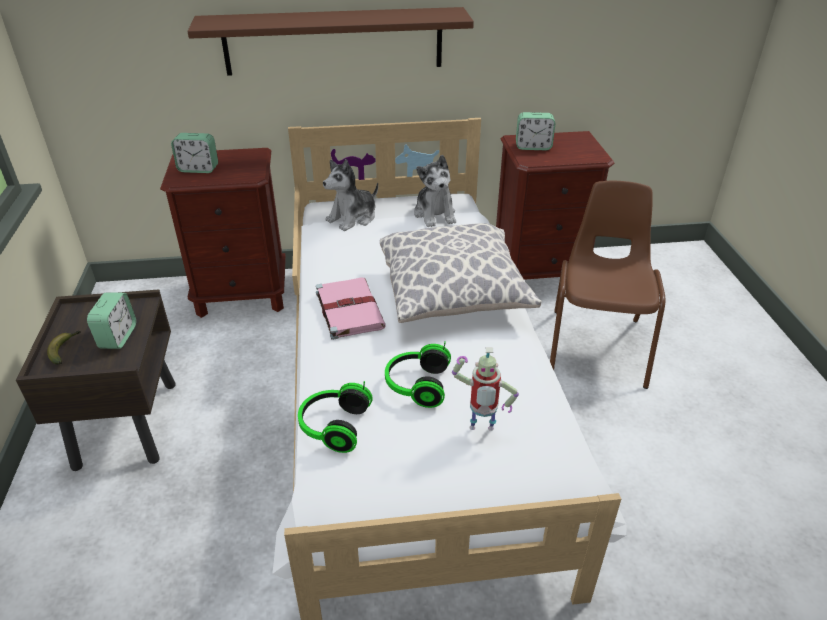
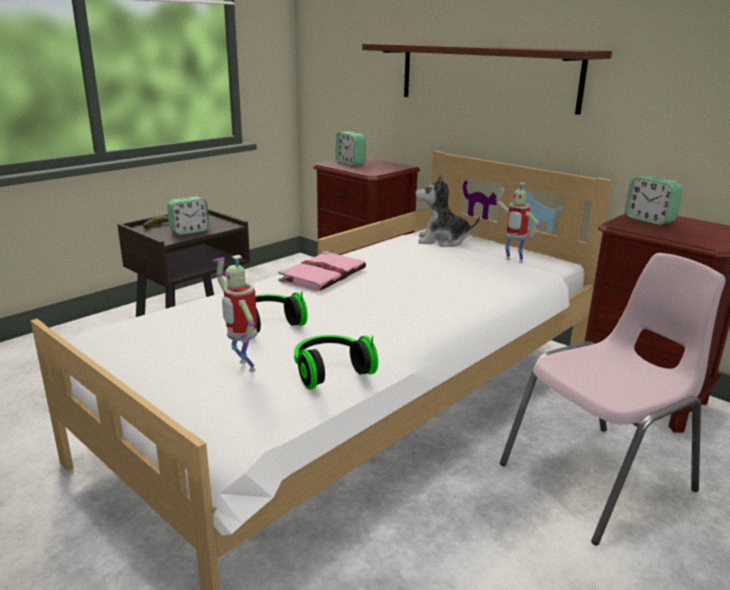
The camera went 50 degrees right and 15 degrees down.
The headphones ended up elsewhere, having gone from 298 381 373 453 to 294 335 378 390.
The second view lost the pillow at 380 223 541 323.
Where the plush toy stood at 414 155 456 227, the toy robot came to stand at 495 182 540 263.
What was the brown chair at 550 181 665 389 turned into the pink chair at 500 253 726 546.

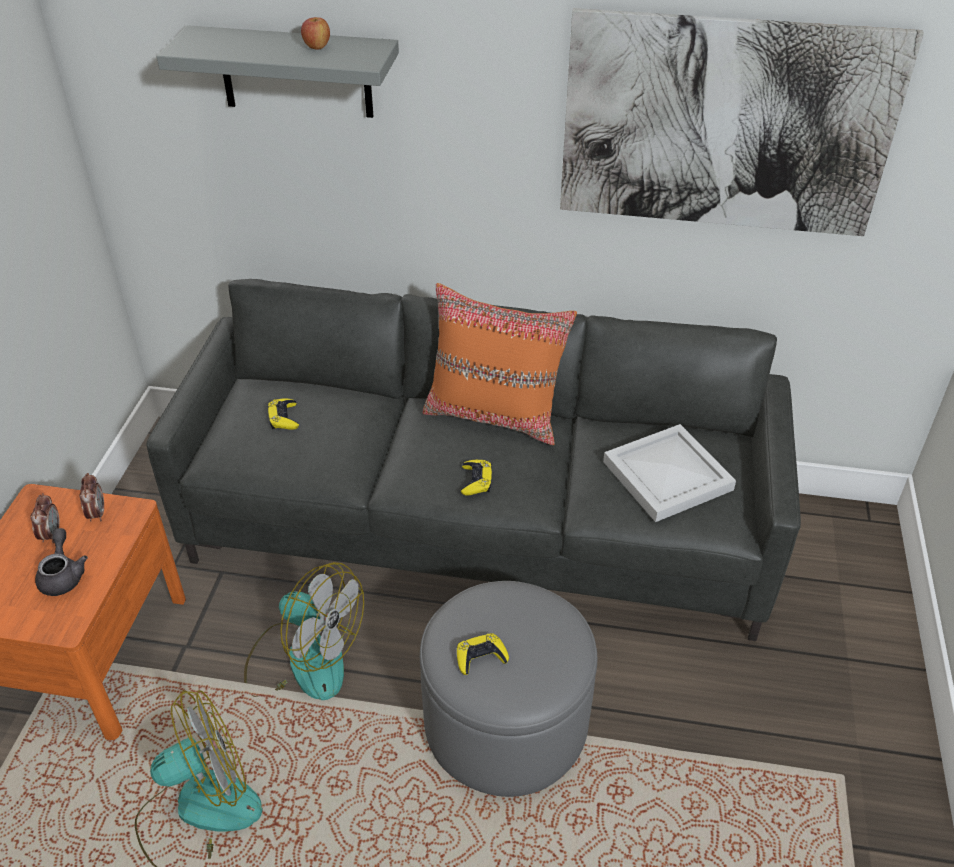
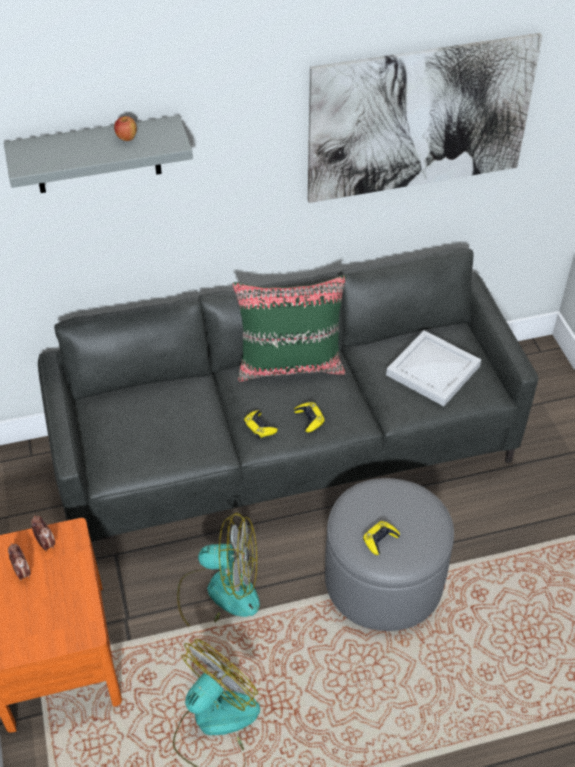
The camera went 25 degrees left and 5 degrees up.
The second view lost the grey teapot at 35 528 88 596.
The yellow game controller ended up elsewhere, having gone from 268 398 299 430 to 244 411 278 439.
What was the orange pillow at 423 283 577 445 turned into the green pillow at 233 275 346 382.

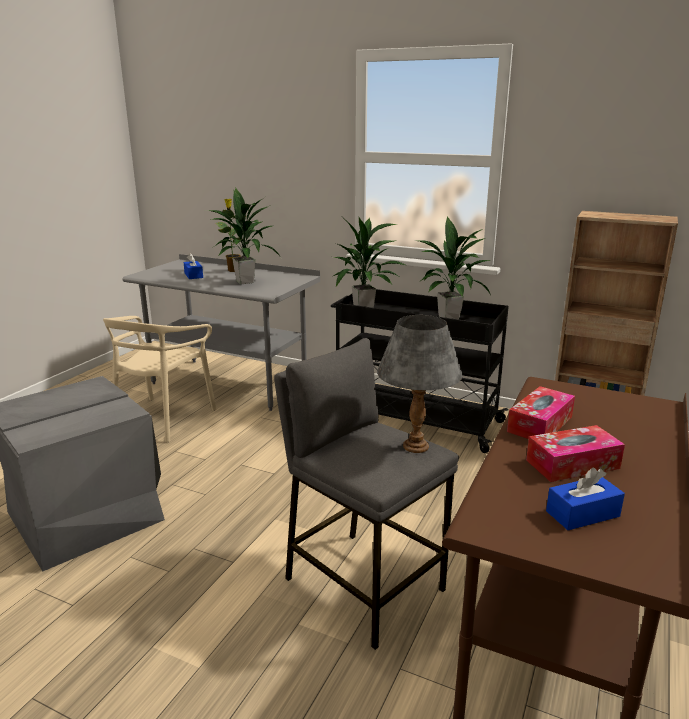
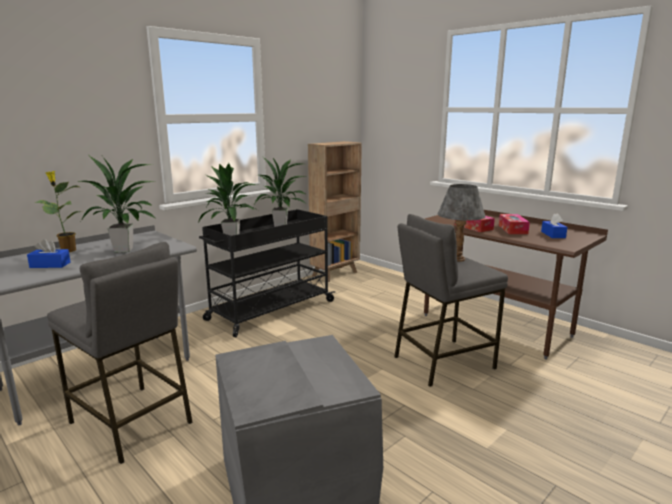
The camera went 70 degrees left and 5 degrees down.
Where the beige chair stood at 103 316 216 442, the grey stool came to stand at 47 242 193 464.

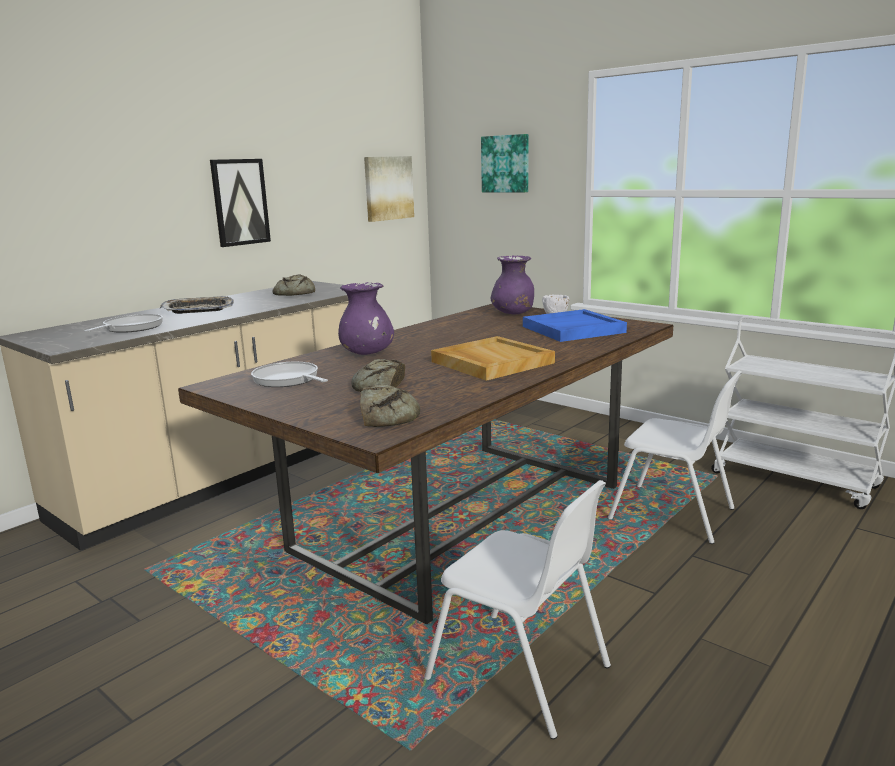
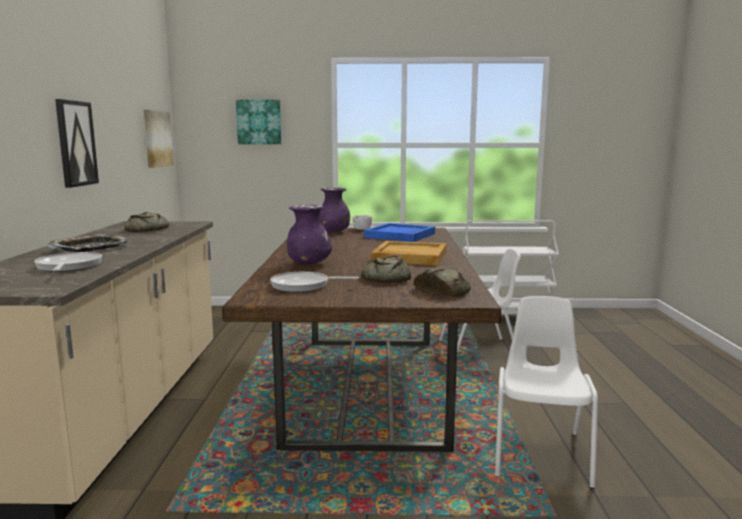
The camera went 40 degrees left and 5 degrees down.
The white chair at 424 480 611 739 ended up facing another way, 75 degrees counterclockwise from before.

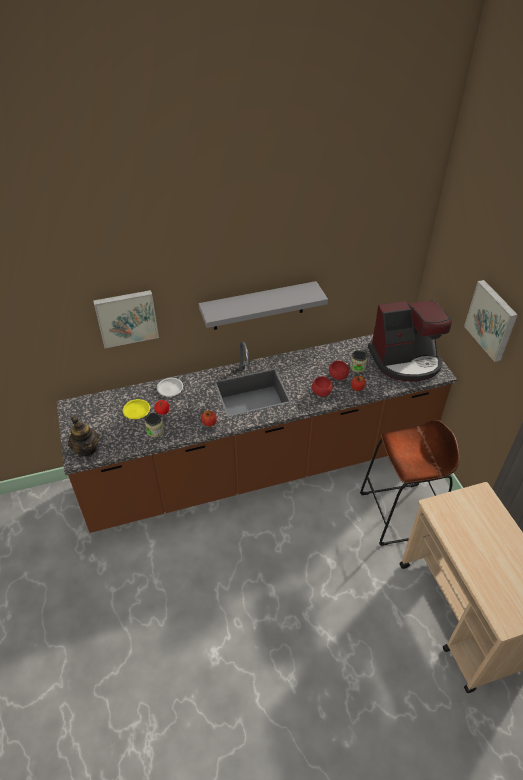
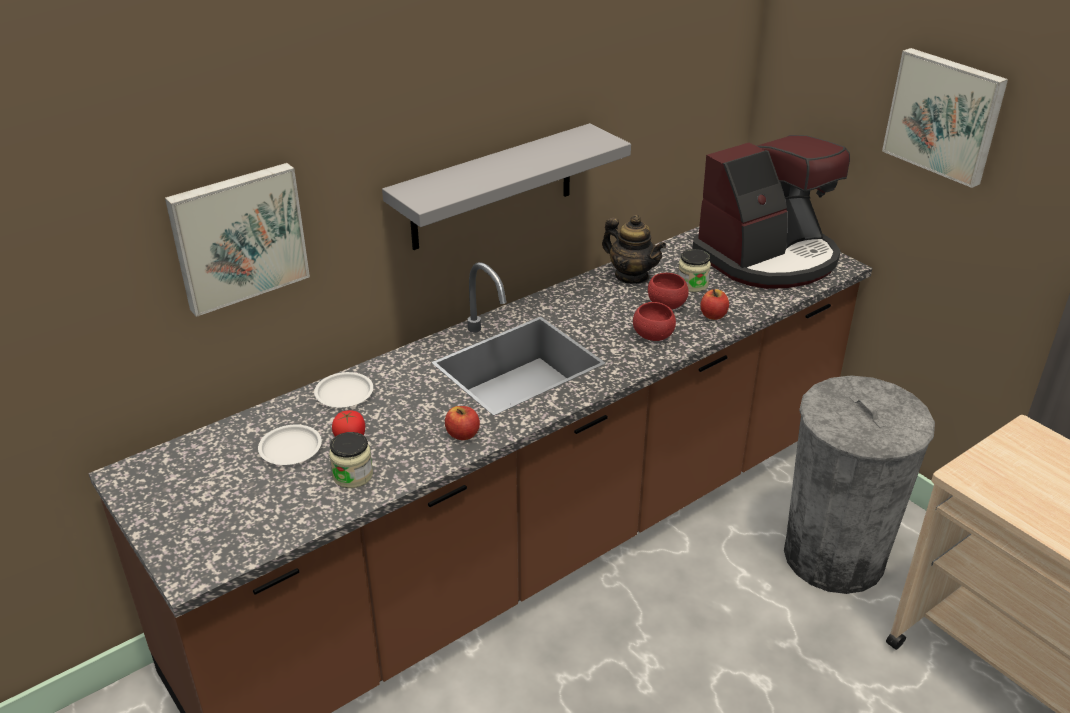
The camera went 20 degrees left and 10 degrees down.
The teapot ended up elsewhere, having gone from 68 416 99 456 to 602 215 666 284.
What was the yellow plate at 123 399 150 419 turned into the white plate at 258 424 322 465.
Where the brown stool stood at 360 420 460 546, the grey trash can came to stand at 784 376 935 594.

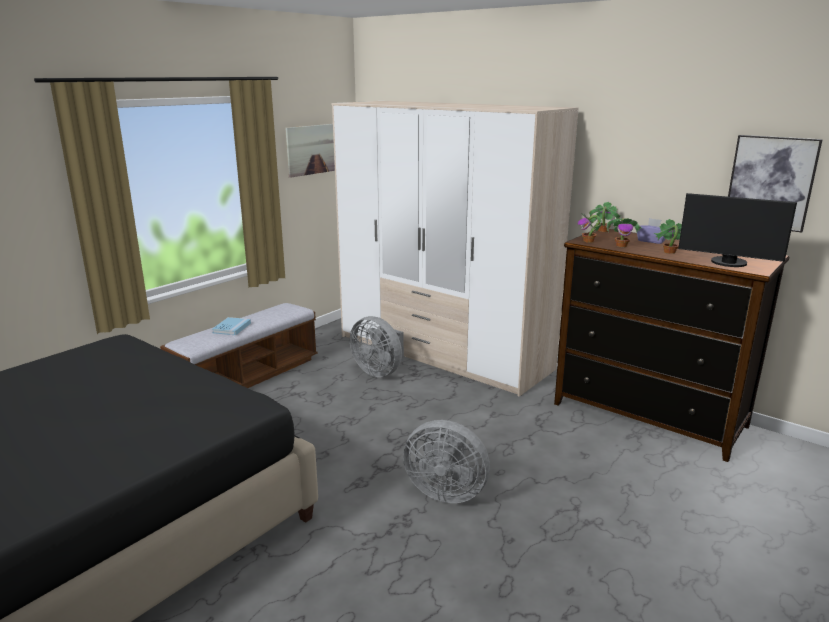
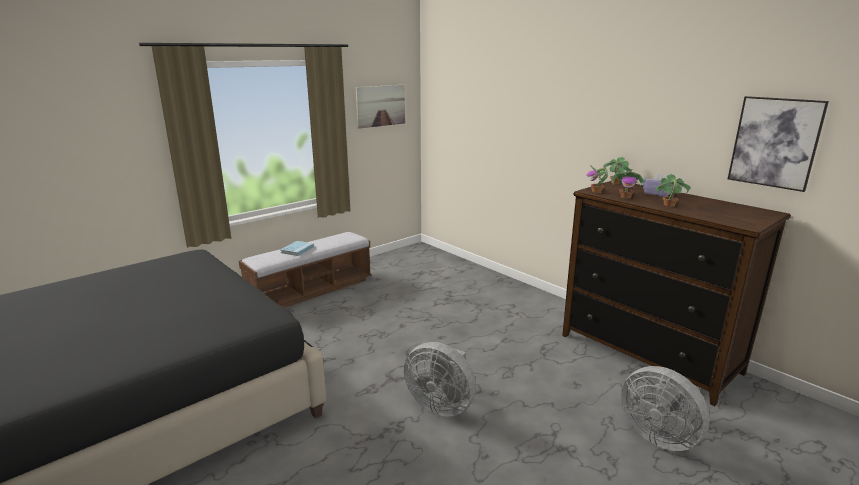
The camera went 10 degrees right and 0 degrees up.
The second view lost the wardrobe at 332 101 579 397.
The grey fan ended up elsewhere, having gone from 350 316 404 377 to 621 366 710 451.
The second view lost the monitor at 678 193 797 267.

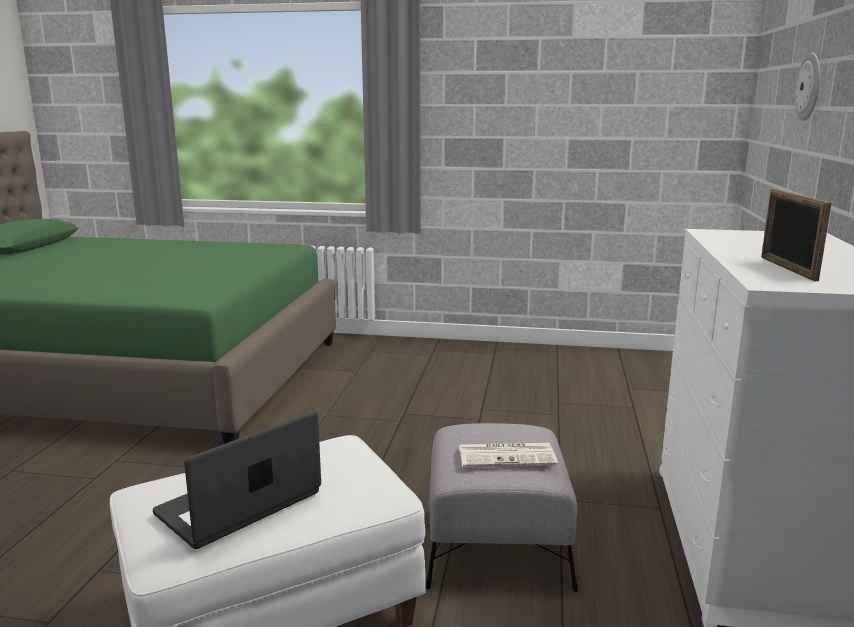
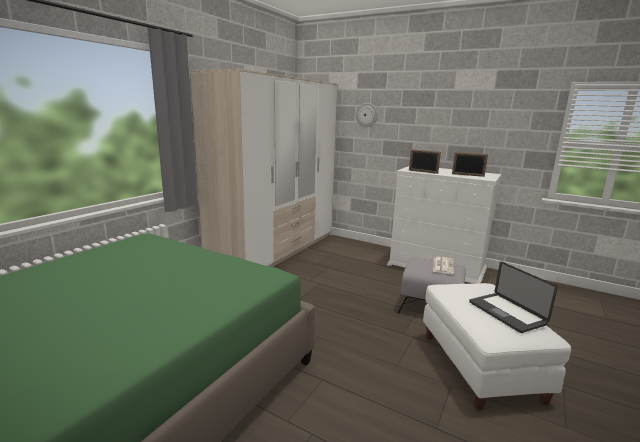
The camera went 70 degrees left and 0 degrees up.
The second view gained the wardrobe at 190 69 338 267.
The second view gained the picture frame at 409 149 441 174.

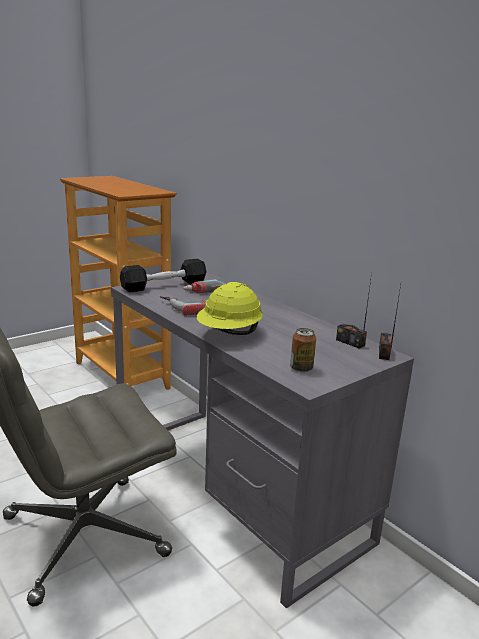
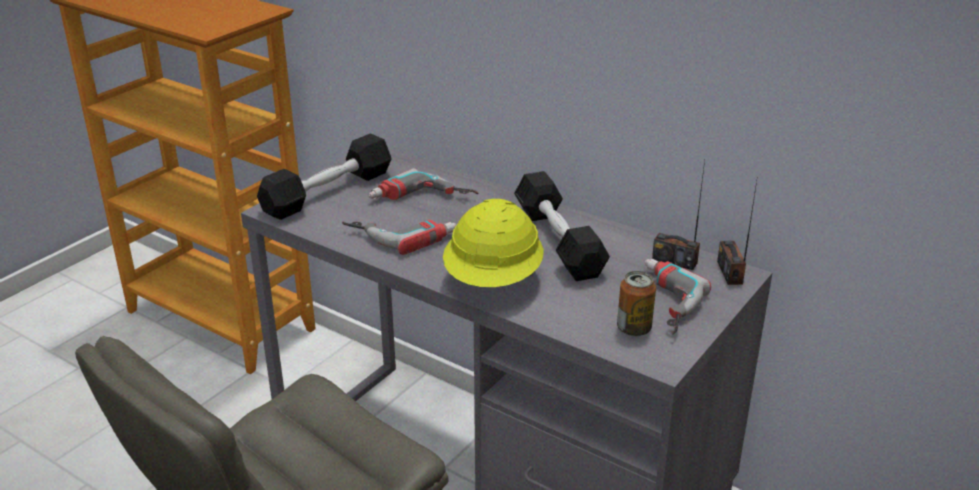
The camera went 15 degrees left and 10 degrees up.
The second view gained the black dumbbell at 514 171 610 281.
The second view gained the power drill at 644 259 711 335.

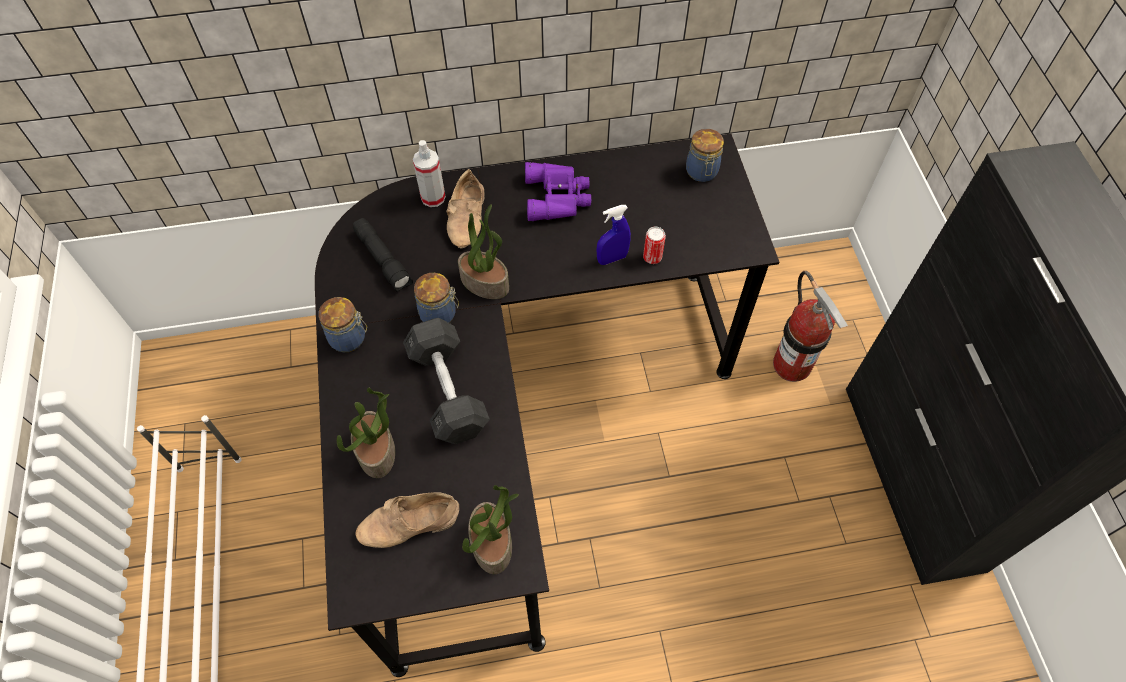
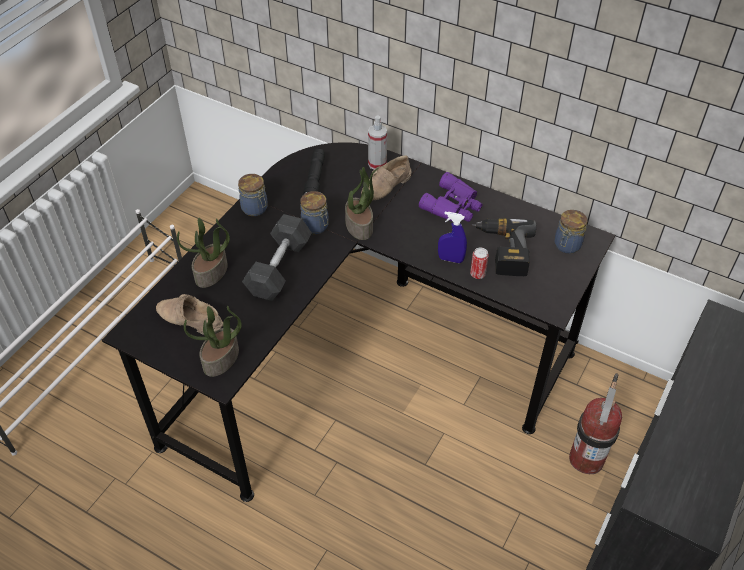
The camera went 40 degrees right and 10 degrees down.
The second view gained the power drill at 471 218 536 276.

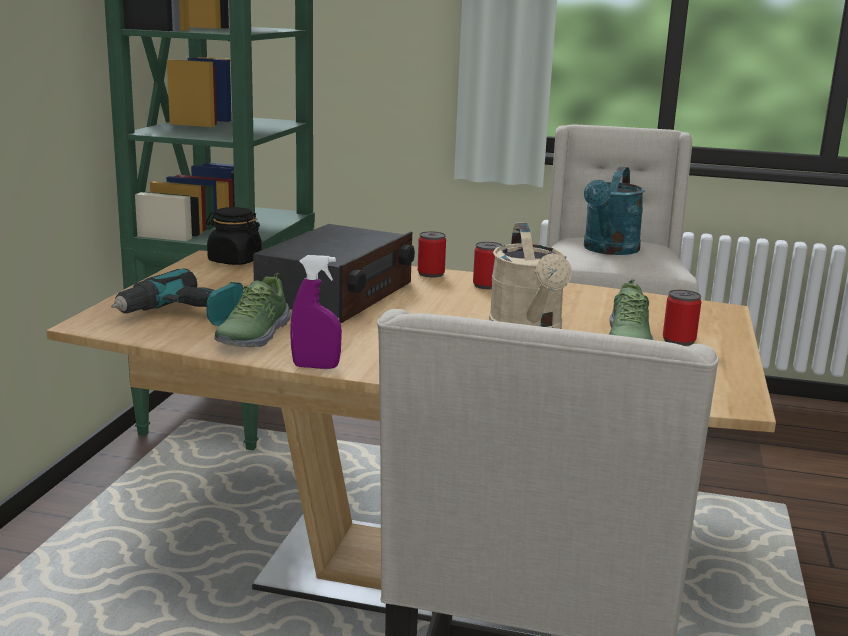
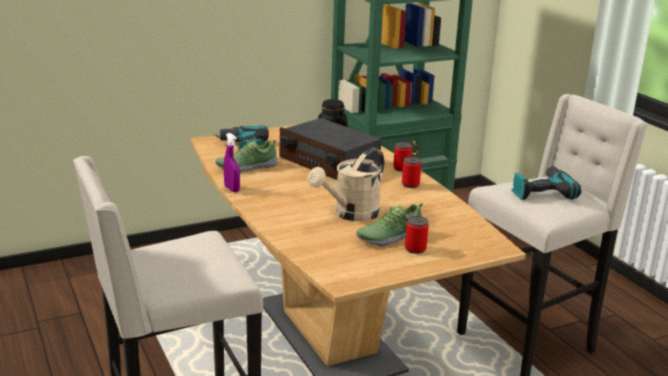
The camera went 50 degrees right and 5 degrees up.
The radio at 253 224 415 323 ended up facing another way, 60 degrees clockwise from before.
Where the turquoise watering can stood at 584 166 645 255, the power drill came to stand at 511 166 581 200.

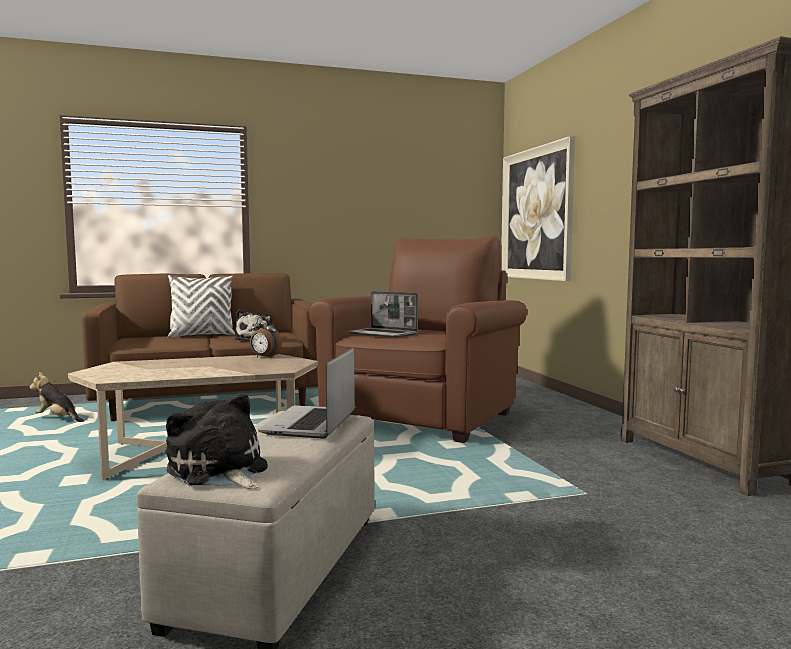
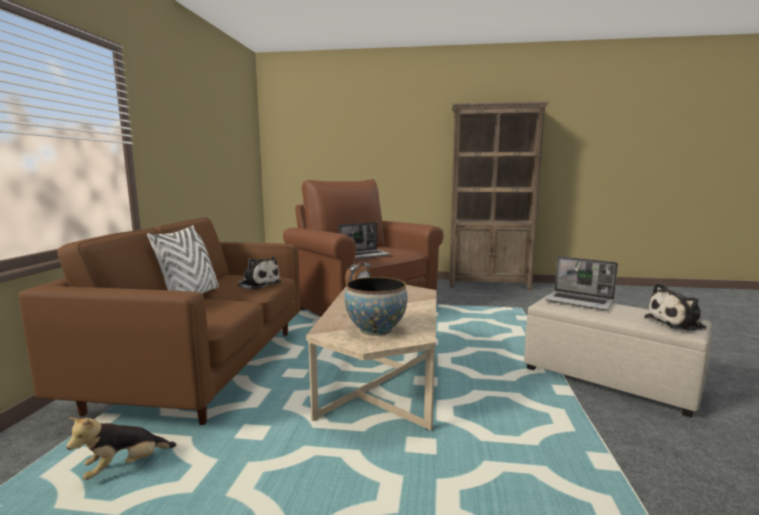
The camera went 65 degrees left and 5 degrees up.
The second view lost the picture at 501 136 575 281.
The second view gained the bowl at 345 277 407 336.

